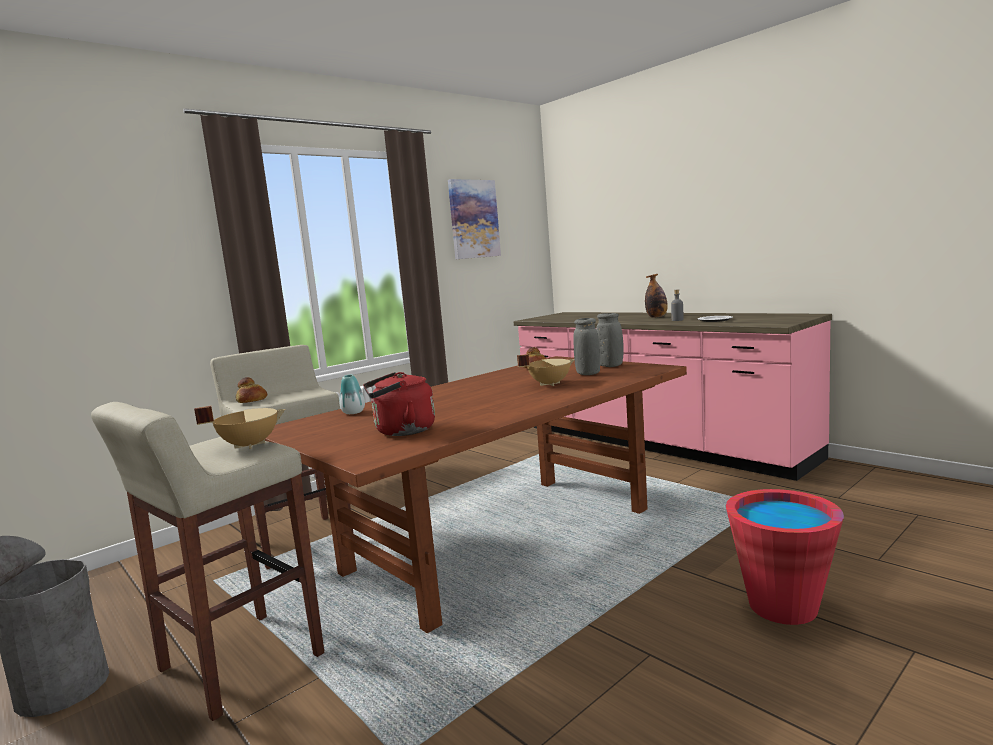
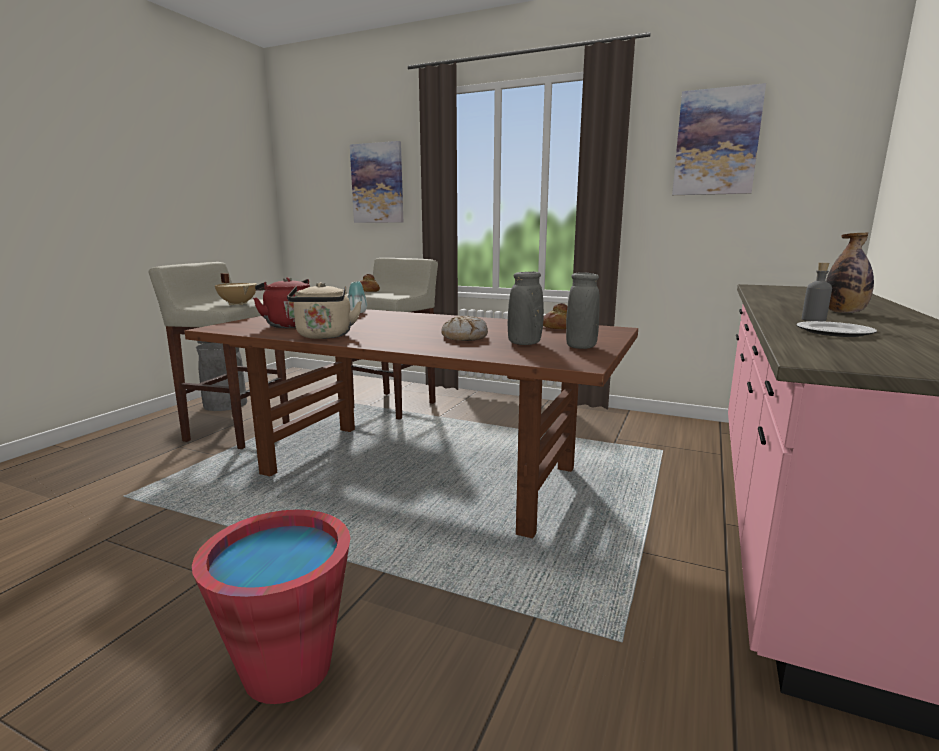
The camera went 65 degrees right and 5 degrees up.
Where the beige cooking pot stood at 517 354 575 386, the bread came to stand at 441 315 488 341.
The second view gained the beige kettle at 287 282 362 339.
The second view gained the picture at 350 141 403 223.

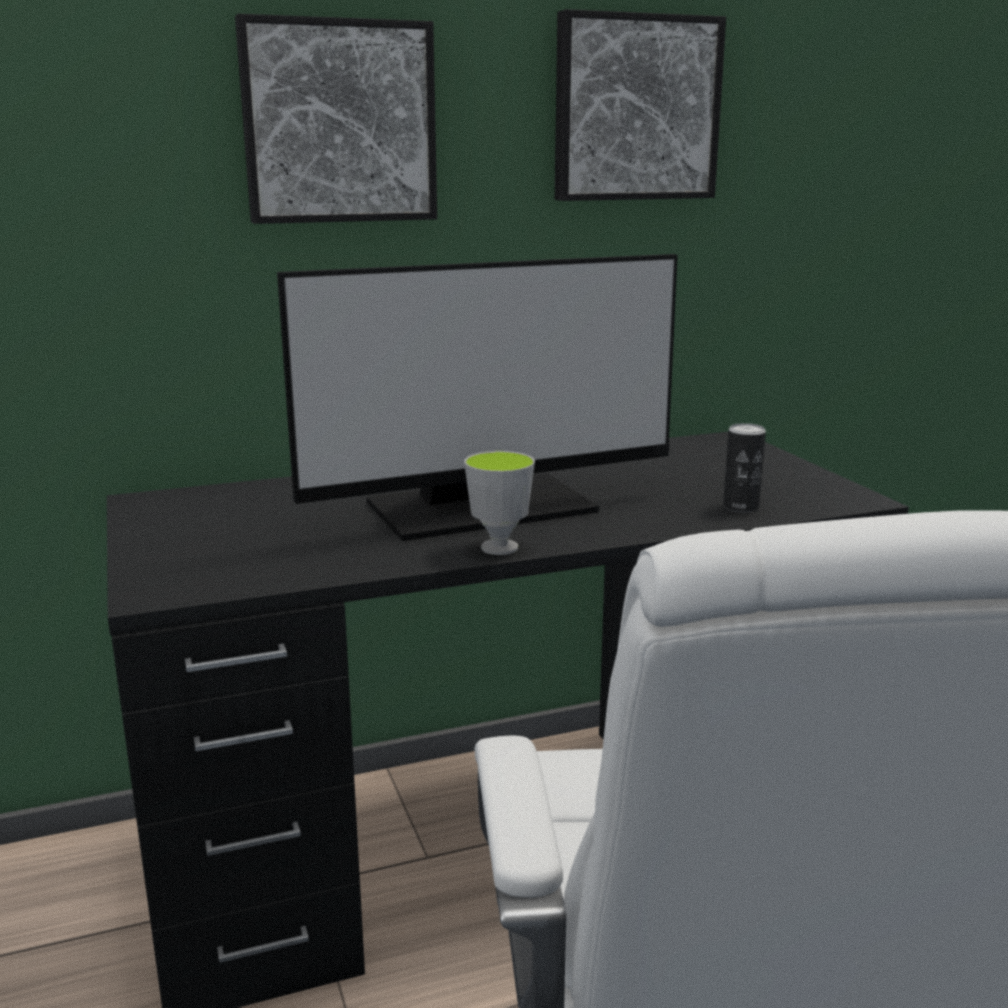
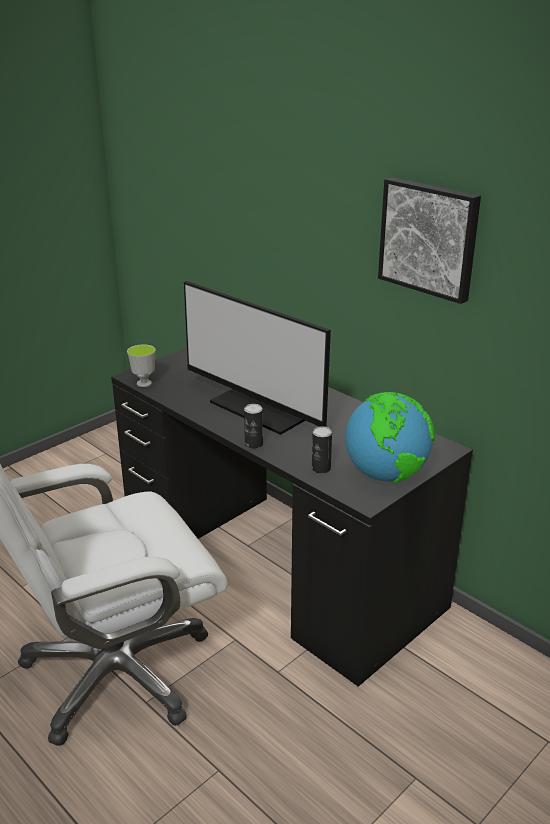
The camera went 65 degrees right and 10 degrees up.
The second view lost the picture at 235 14 437 224.
The cup ended up elsewhere, having gone from 464 451 535 555 to 127 344 156 387.
The second view gained the can at 244 404 263 449.
The second view gained the globe at 345 392 435 483.

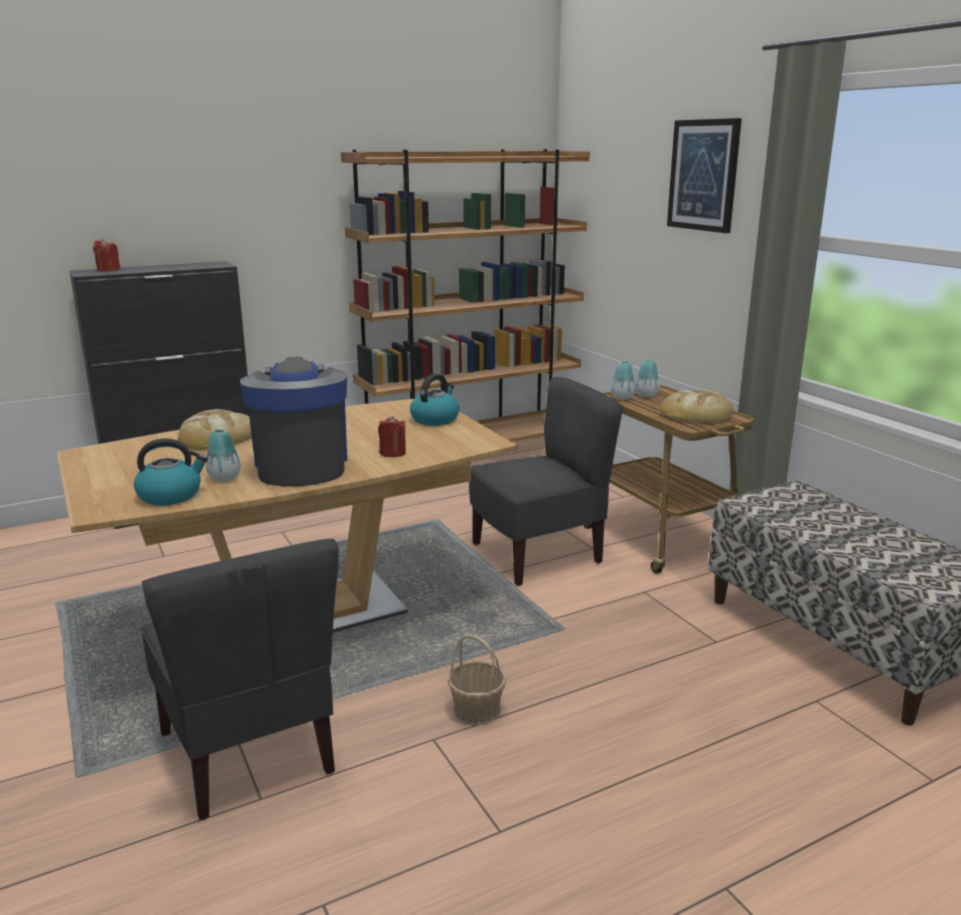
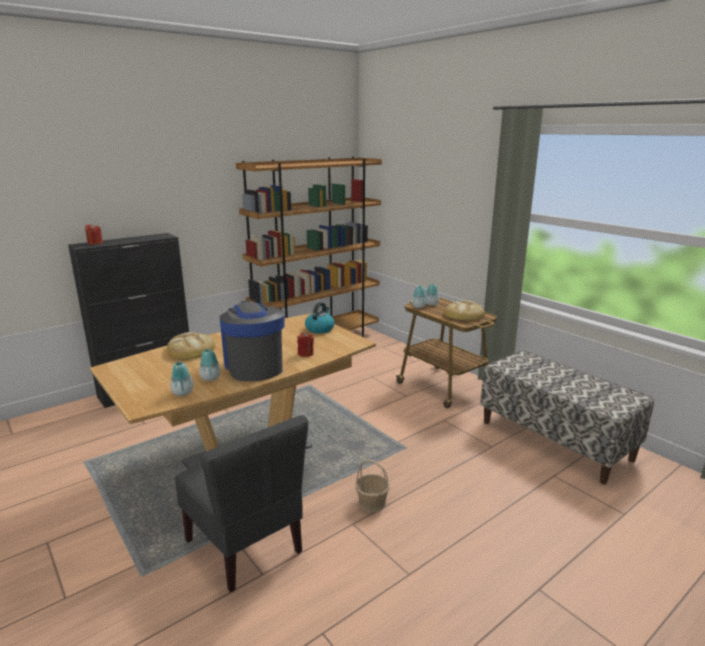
The camera went 10 degrees left and 0 degrees up.
Where the kettle stood at 134 438 208 505, the vase came to stand at 171 362 193 396.
The second view lost the grey chair at 469 377 623 586.
The second view lost the picture at 667 118 742 233.

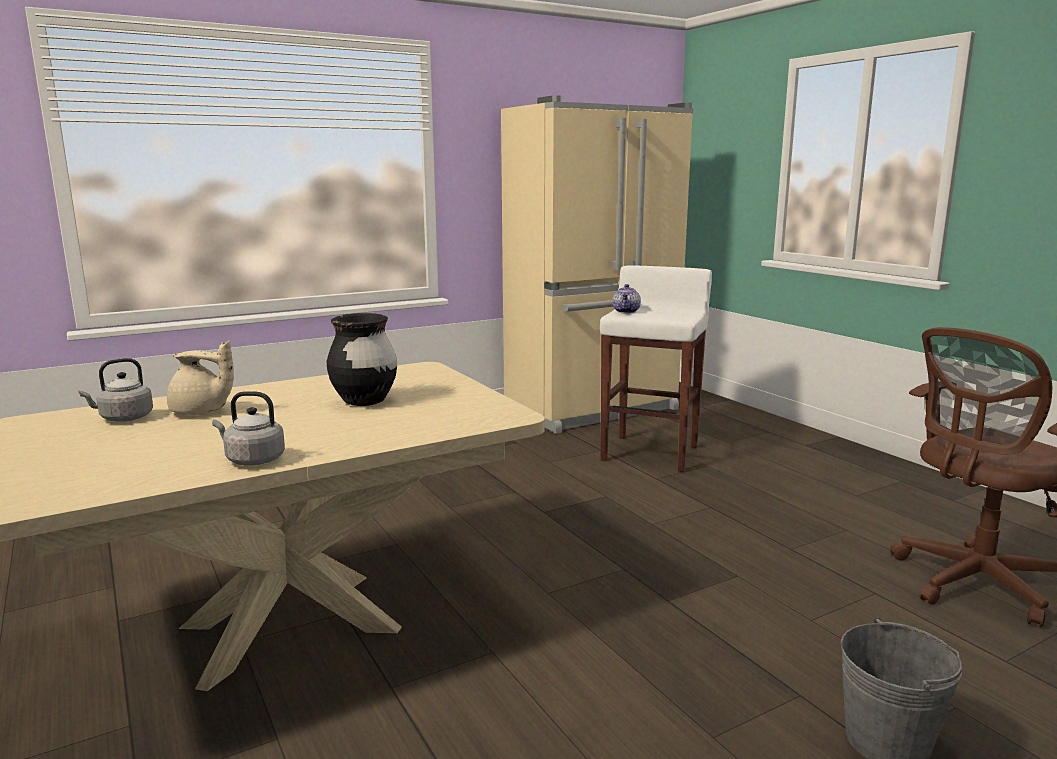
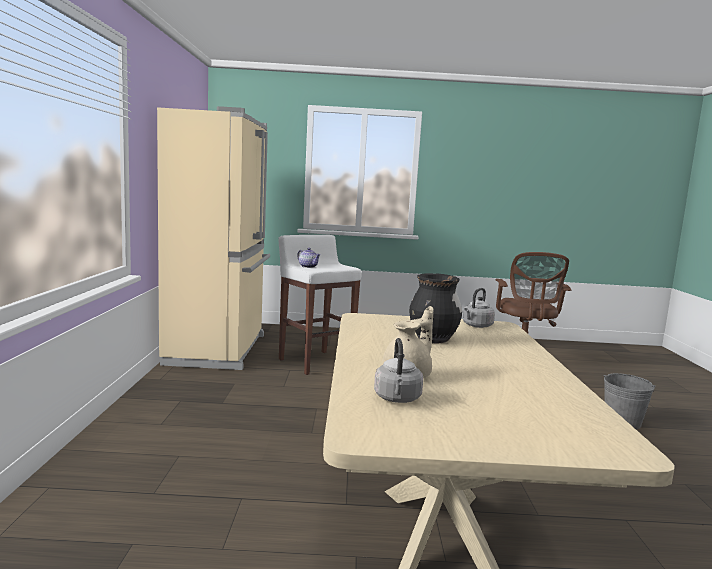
The camera went 60 degrees left and 5 degrees down.
The grey kettle ended up elsewhere, having gone from 212 391 285 465 to 463 288 495 328.

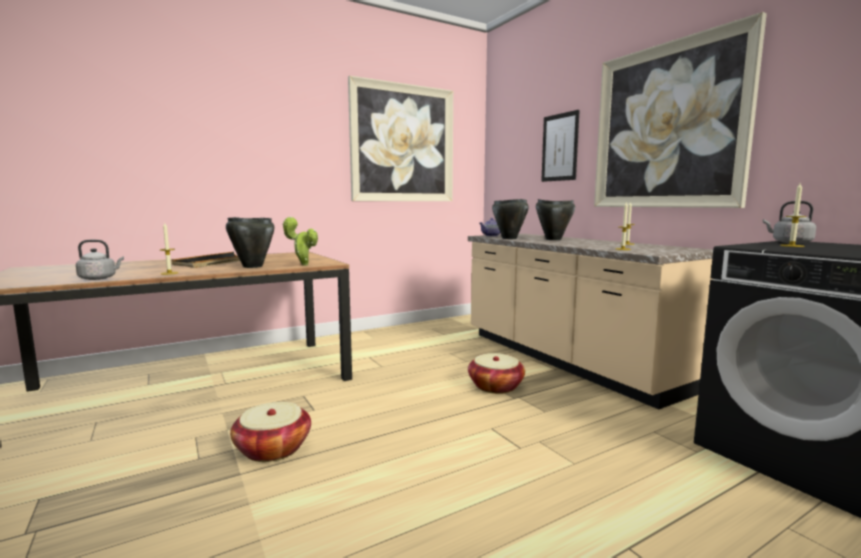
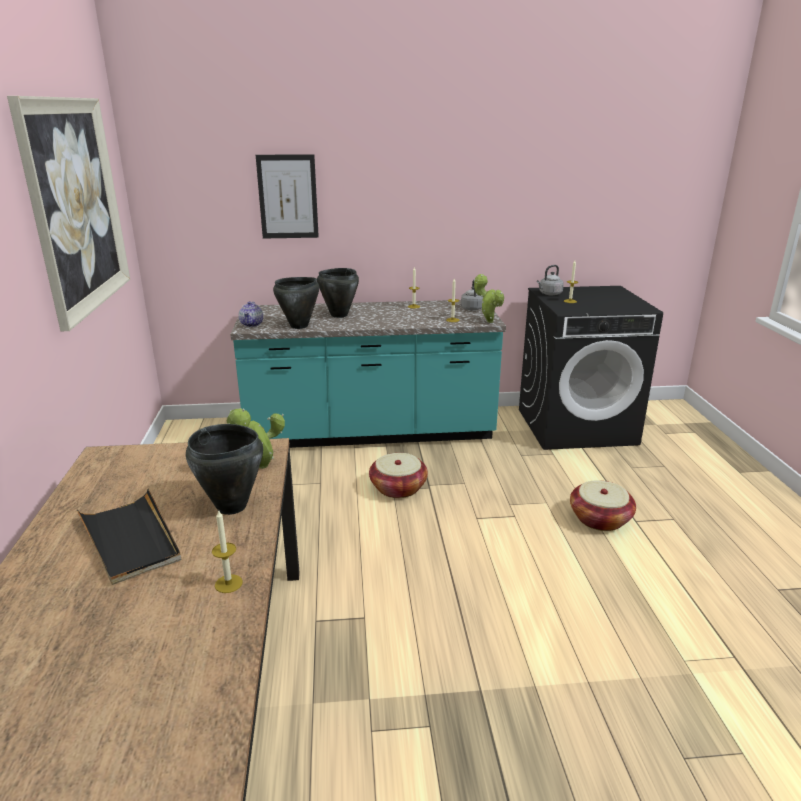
The camera went 65 degrees left and 15 degrees up.
The grey kettle ended up elsewhere, having gone from 76 240 124 280 to 461 280 483 311.
The basket ended up elsewhere, having gone from 230 402 311 462 to 570 480 636 531.
What was the beige counter at 468 234 713 409 turned into the turquoise counter at 230 300 506 448.
The second view lost the picture at 594 12 767 208.
The second view gained the potted plant at 474 274 504 323.

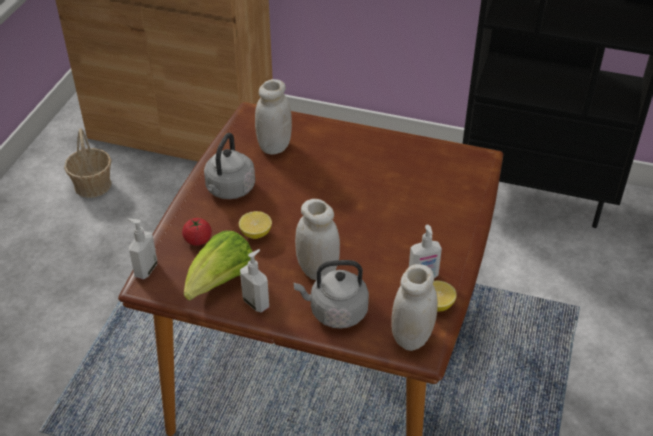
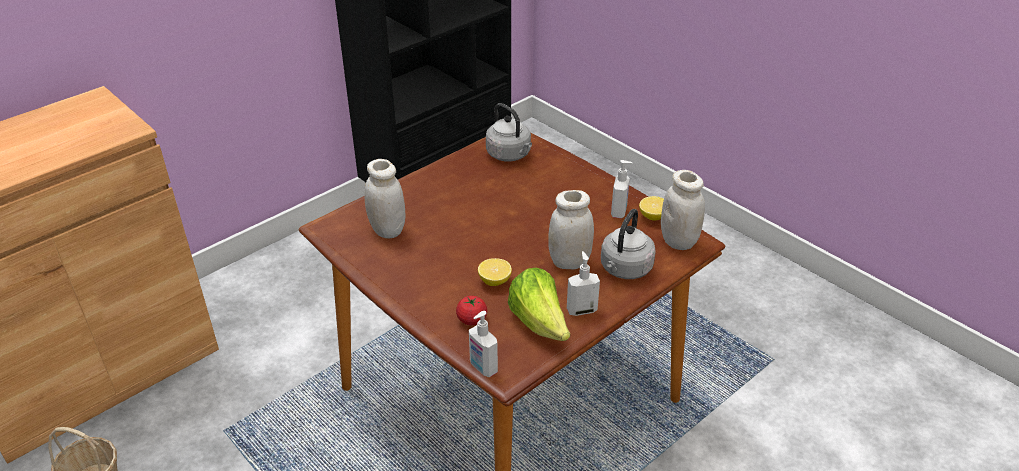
The camera went 60 degrees left and 5 degrees down.
The grey kettle ended up elsewhere, having gone from 204 133 255 199 to 486 103 532 162.

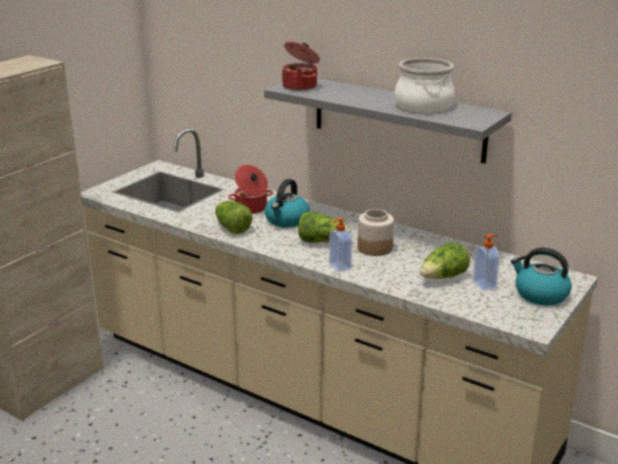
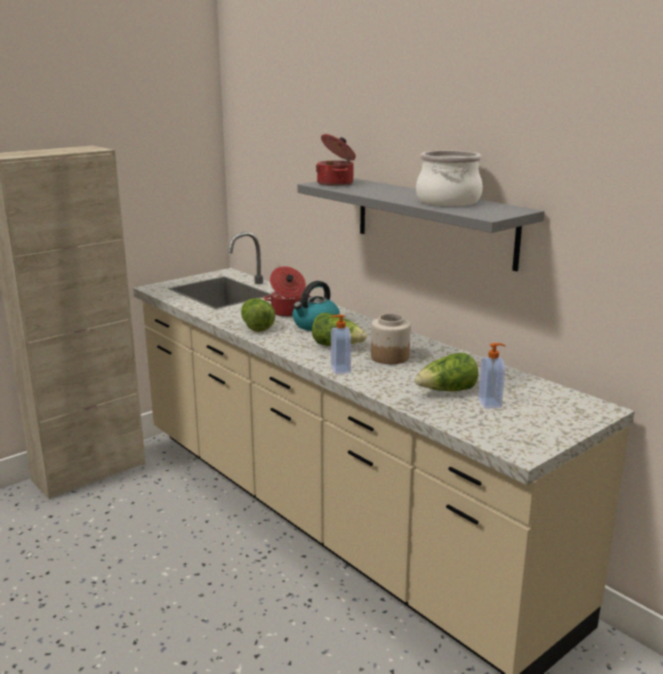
The camera went 15 degrees right and 5 degrees down.
The second view lost the kettle at 511 247 572 306.

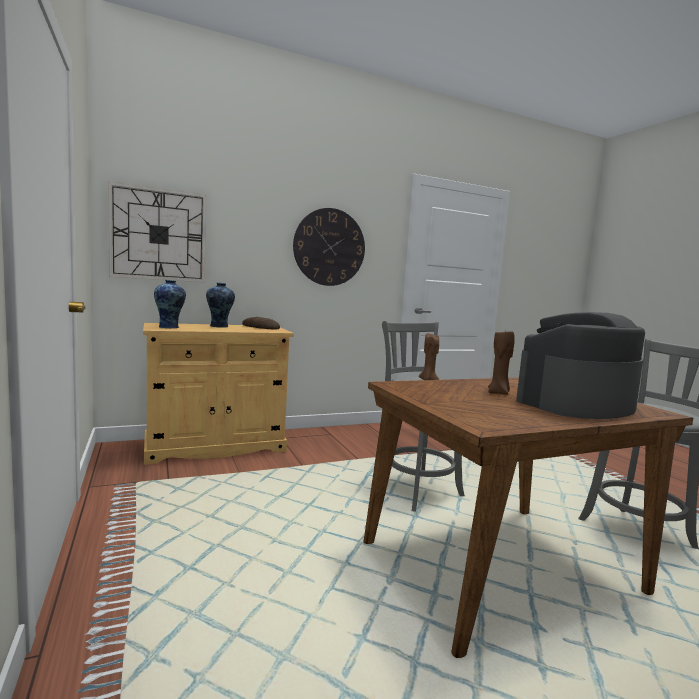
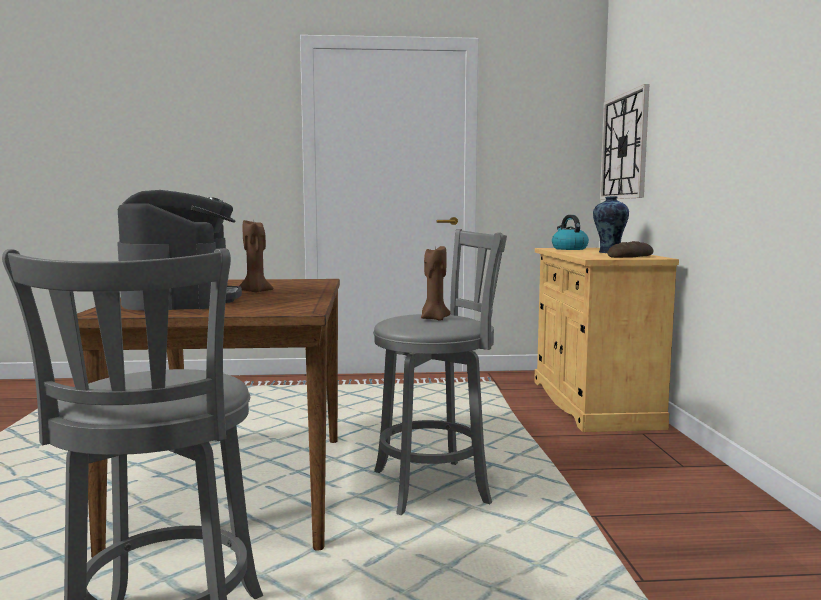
The camera went 110 degrees right and 0 degrees up.
Where the vase stood at 154 280 186 328, the kettle came to stand at 552 215 589 250.
The second view lost the wall clock at 293 208 365 286.

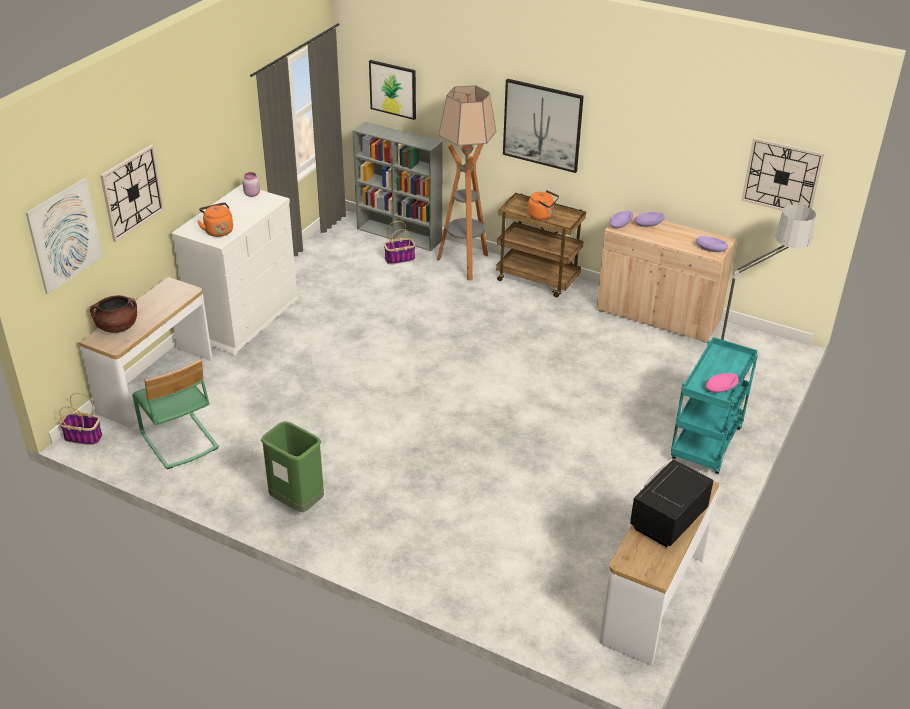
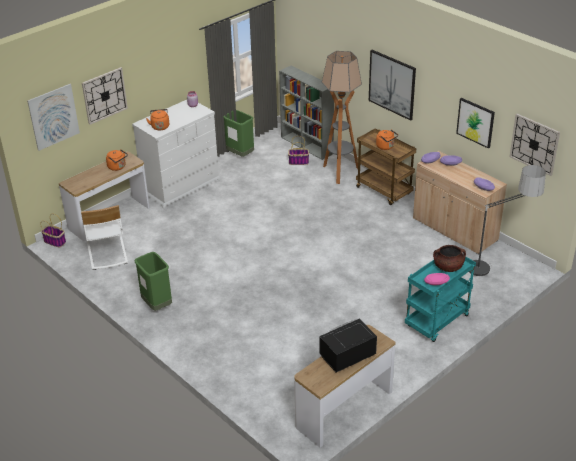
The camera went 20 degrees right and 0 degrees up.
The brown cooking pot ended up elsewhere, having gone from 90 295 137 333 to 433 245 466 272.
What was the green chair at 132 359 219 469 turned into the white chair at 81 205 128 270.
The picture ended up elsewhere, having gone from 369 60 416 120 to 456 98 495 149.
The second view gained the orange kettle at 106 149 128 171.
The second view gained the green trash can at 223 110 254 157.

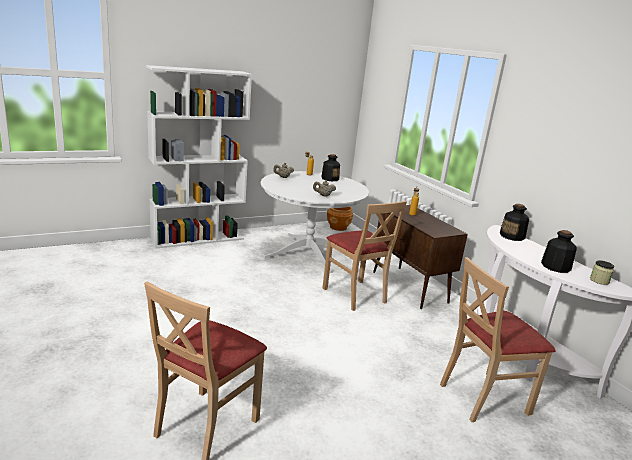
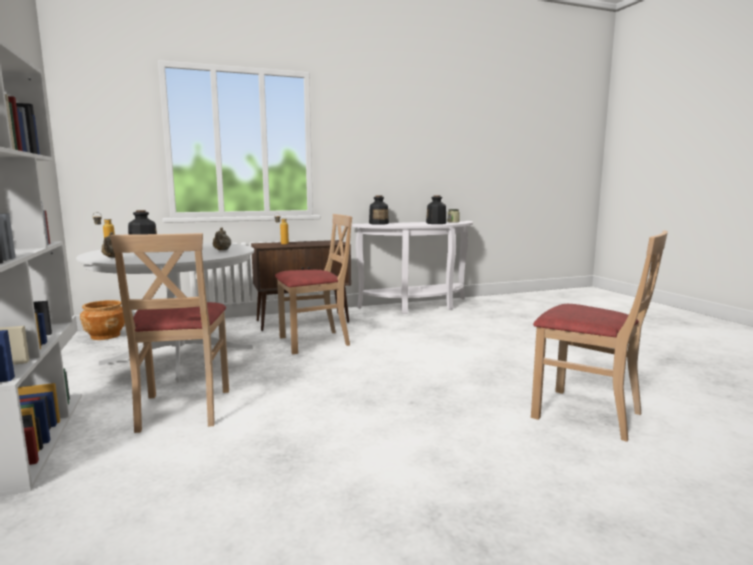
The camera went 80 degrees left and 10 degrees down.
The beige chair ended up elsewhere, having gone from 440 257 556 422 to 110 233 229 433.

